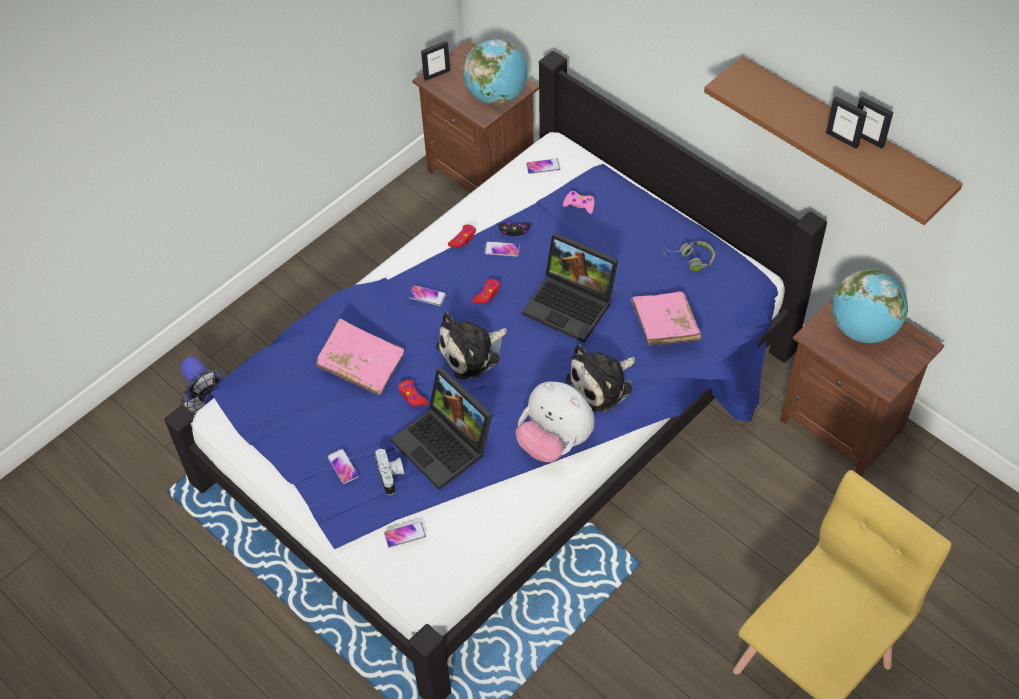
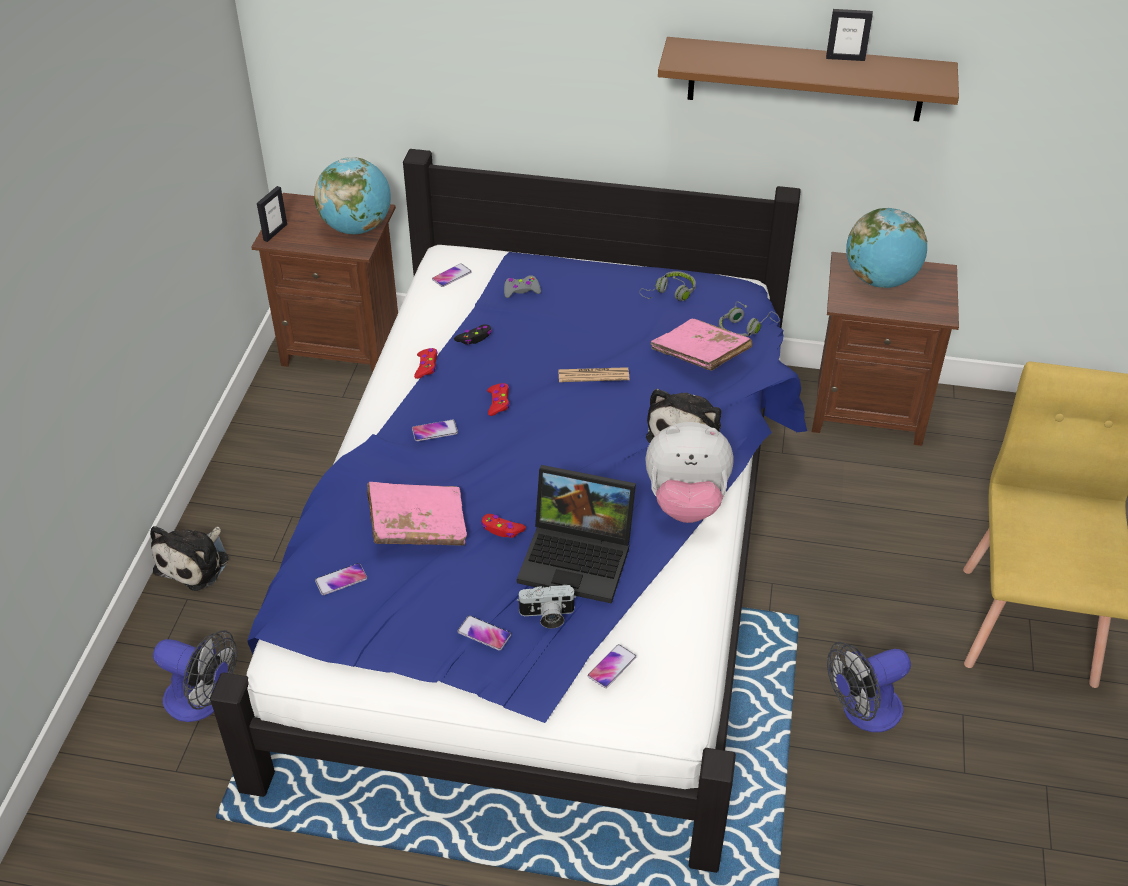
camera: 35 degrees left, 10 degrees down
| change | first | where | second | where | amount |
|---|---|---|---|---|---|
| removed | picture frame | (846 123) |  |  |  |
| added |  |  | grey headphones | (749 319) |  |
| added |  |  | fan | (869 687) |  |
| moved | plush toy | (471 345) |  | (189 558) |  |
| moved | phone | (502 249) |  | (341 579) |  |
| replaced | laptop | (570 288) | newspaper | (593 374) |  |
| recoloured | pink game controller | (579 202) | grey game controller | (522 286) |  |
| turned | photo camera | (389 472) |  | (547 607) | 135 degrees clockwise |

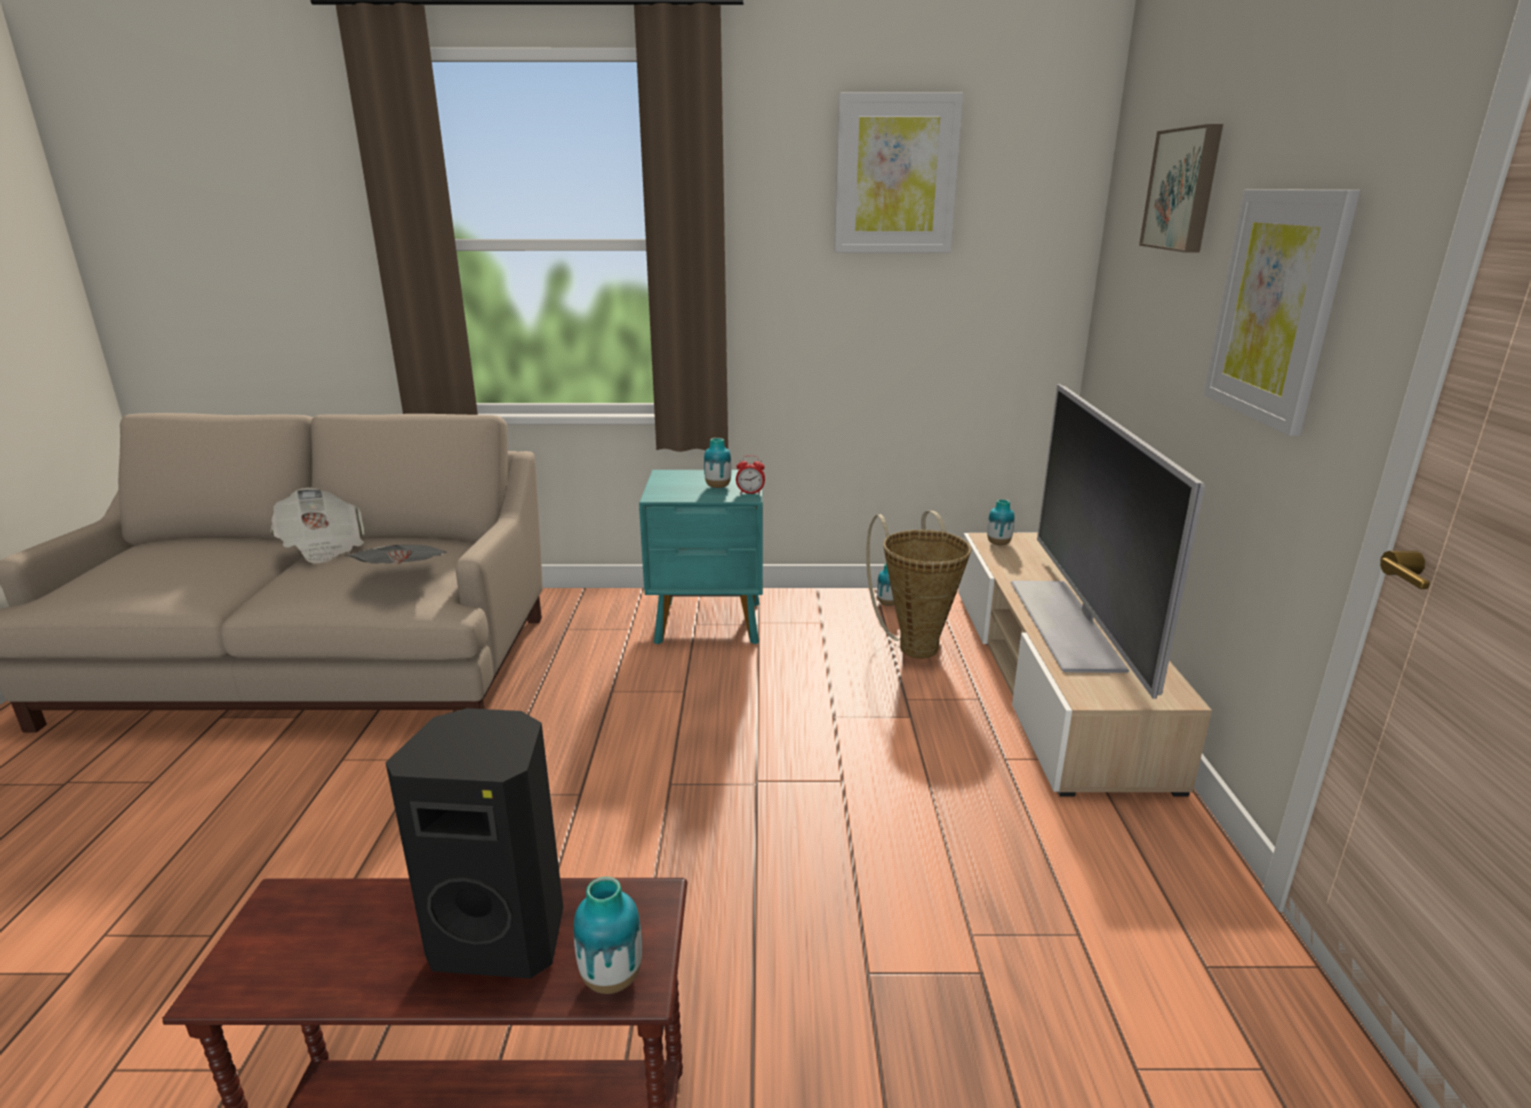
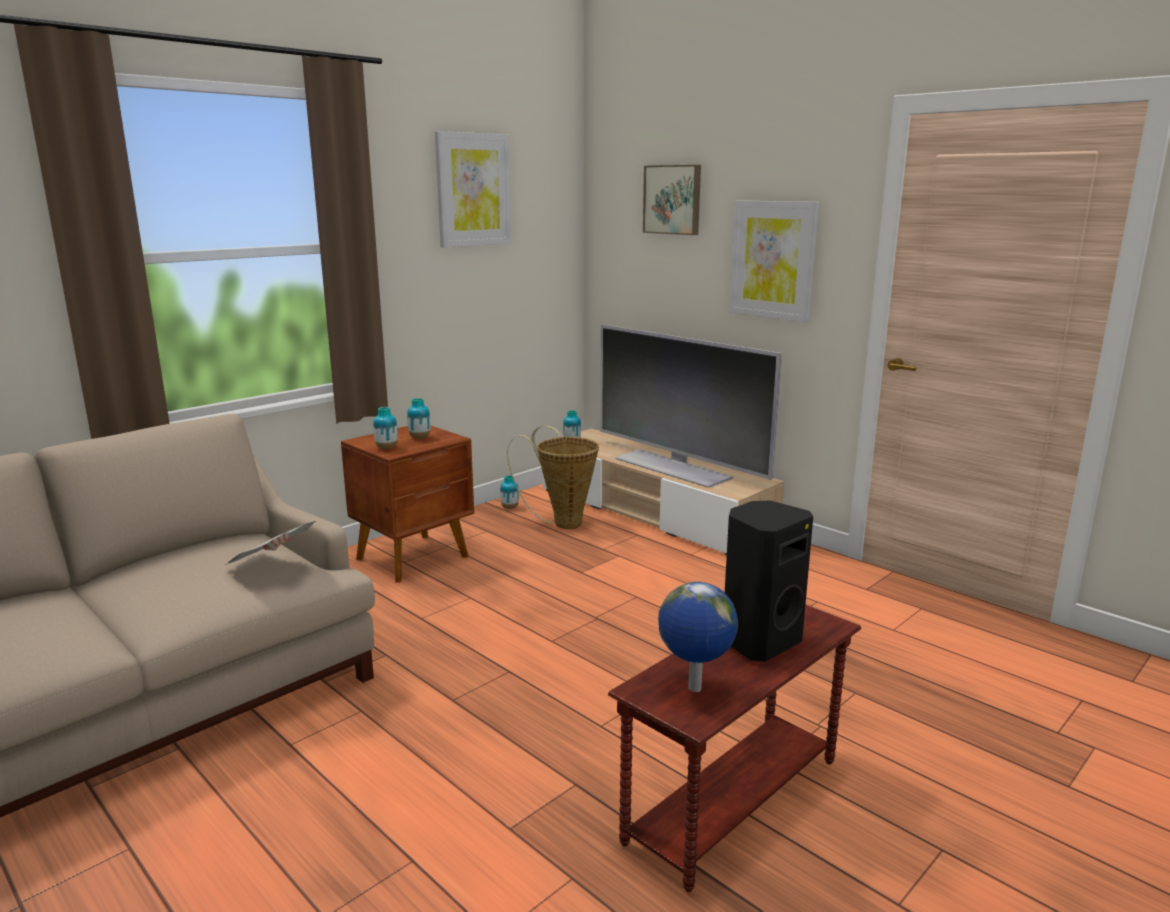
camera: 45 degrees left, 5 degrees down
| change | first | where | second | where | amount |
|---|---|---|---|---|---|
| removed | newspaper | (317 526) |  |  |  |
| removed | alarm clock | (750 474) |  |  |  |
| added |  |  | globe | (698 637) |  |
| moved | vase | (607 935) |  | (385 428) |  |
| recoloured | turquoise nightstand | (701 557) | brown nightstand | (407 504) |  |

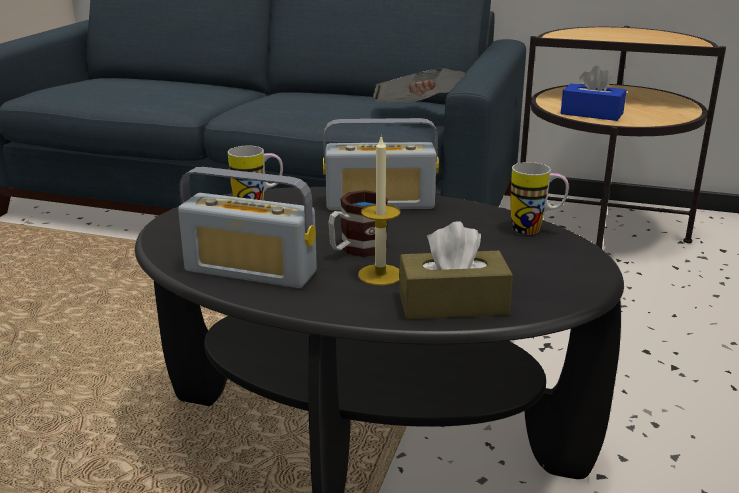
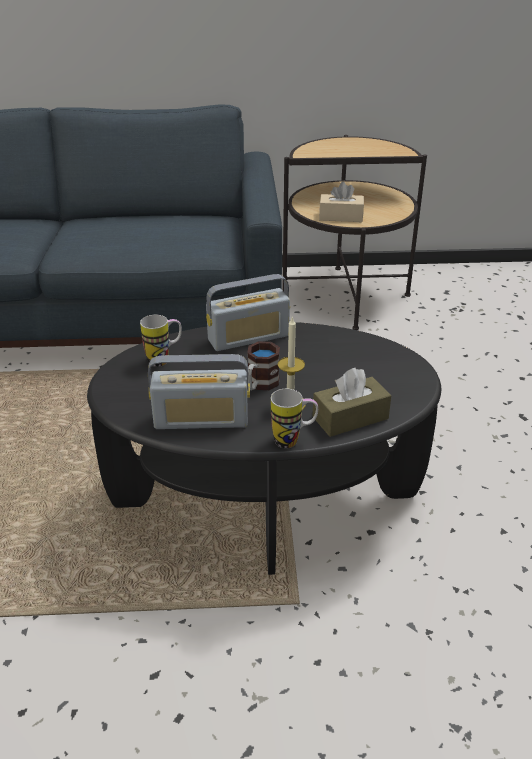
camera: 20 degrees left, 10 degrees up
| change | first | where | second | where | amount |
|---|---|---|---|---|---|
| removed | newspaper | (419 85) |  |  |  |
| moved | mug | (539 198) |  | (294 418) |  |
| recoloured | blue tissue box | (593 93) | beige tissue box | (341 202) |  |

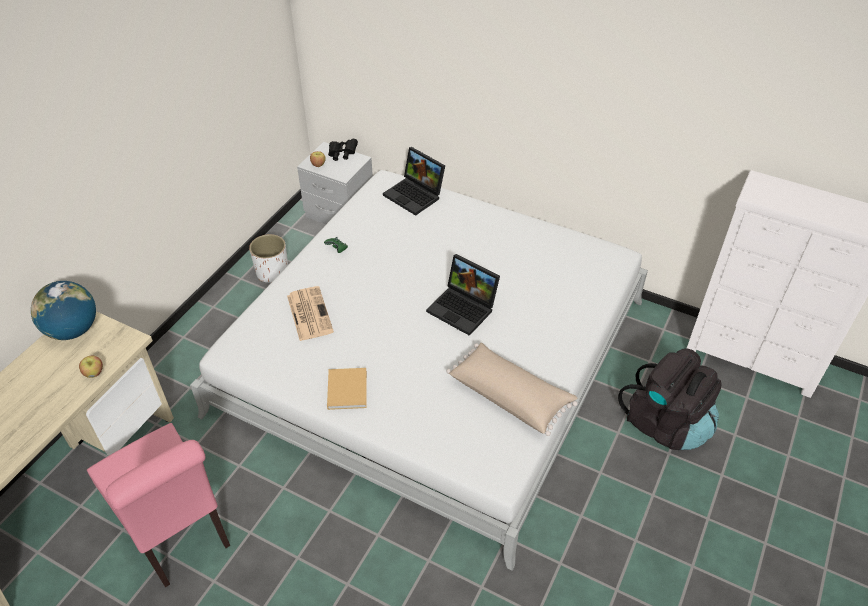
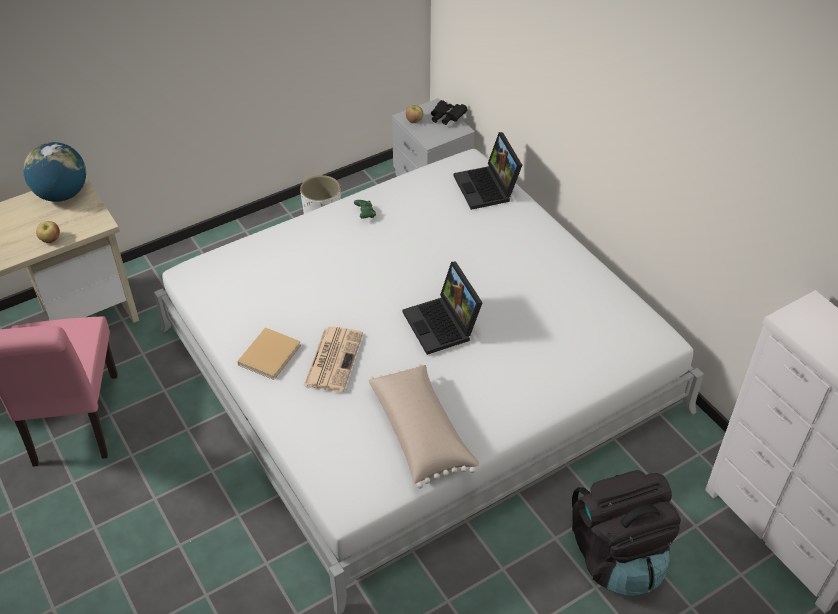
camera: 30 degrees right, 0 degrees up
| change | first | where | second | where | amount |
|---|---|---|---|---|---|
| moved | newspaper | (310 313) |  | (333 359) |  |

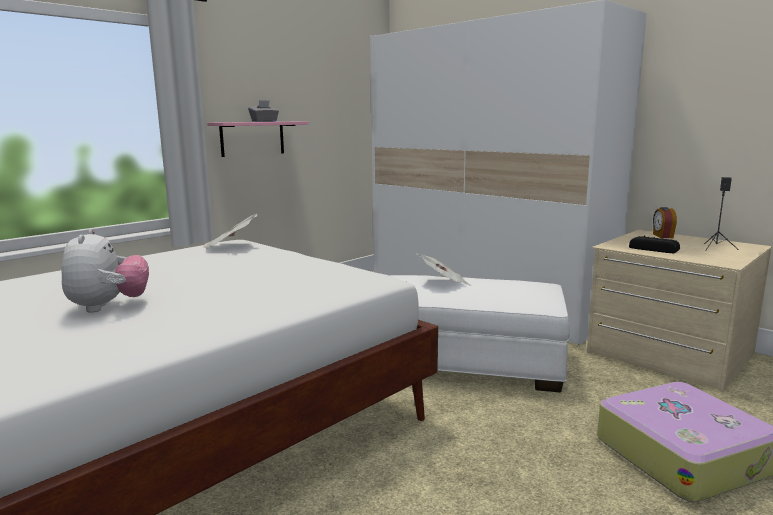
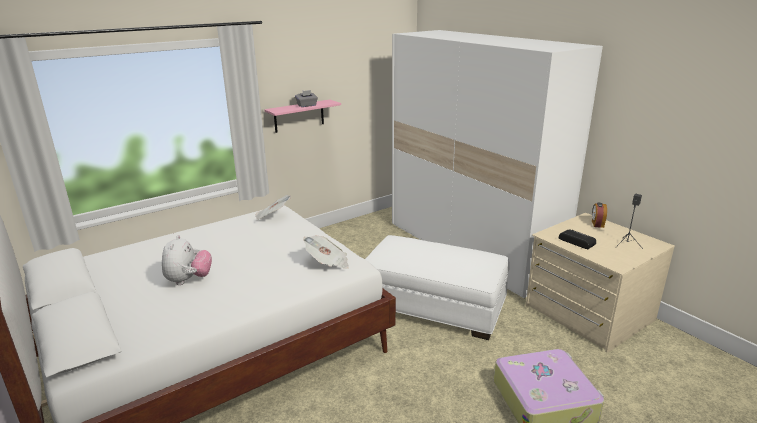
camera: 10 degrees right, 10 degrees up
| change | first | where | second | where | amount |
|---|---|---|---|---|---|
| moved | newspaper | (444 270) |  | (326 252) |  |

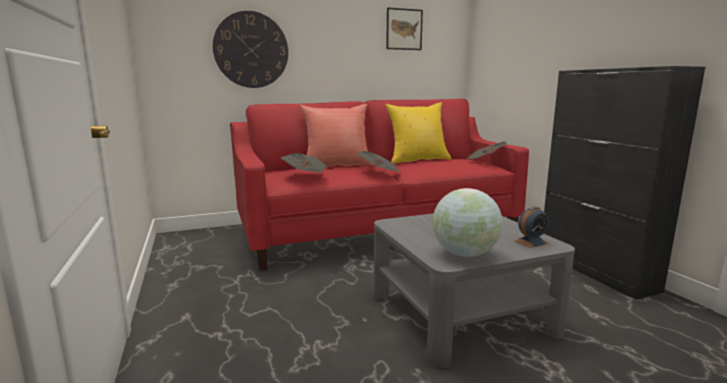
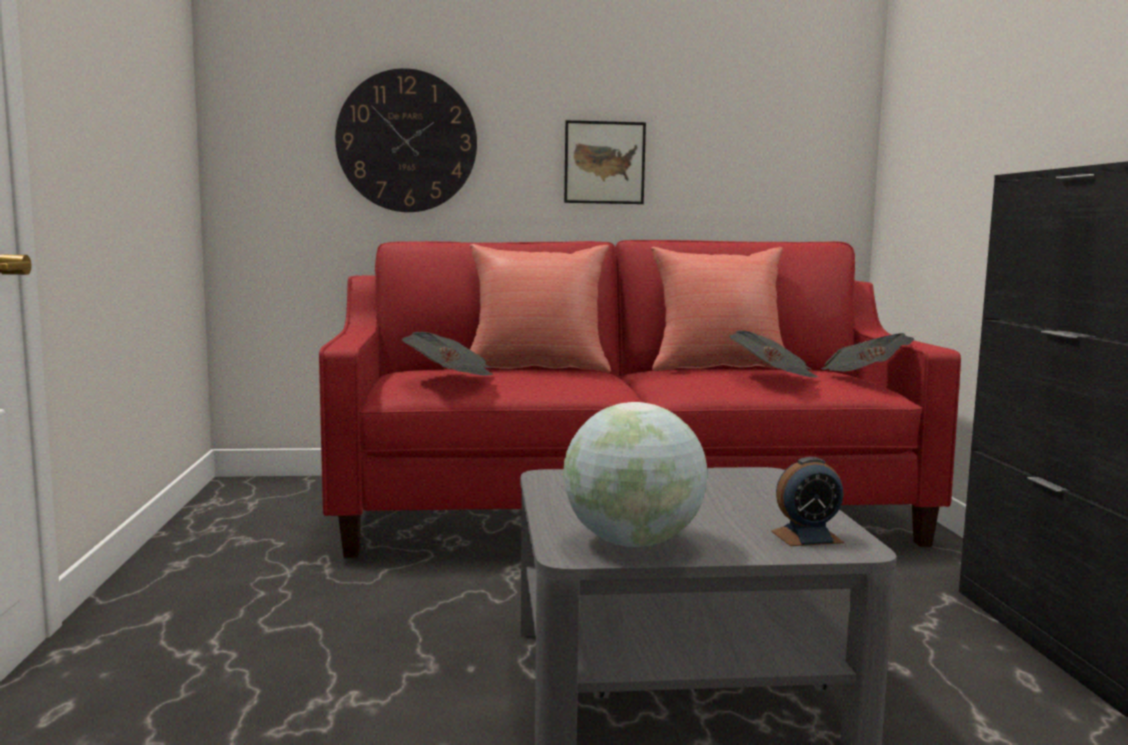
camera: 15 degrees right, 5 degrees down
| change | first | where | second | where | amount |
|---|---|---|---|---|---|
| moved | newspaper | (378 161) |  | (774 353) |  |
| moved | picture | (404 29) |  | (605 162) |  |
| recoloured | yellow pillow | (418 133) | red pillow | (718 309) |  |

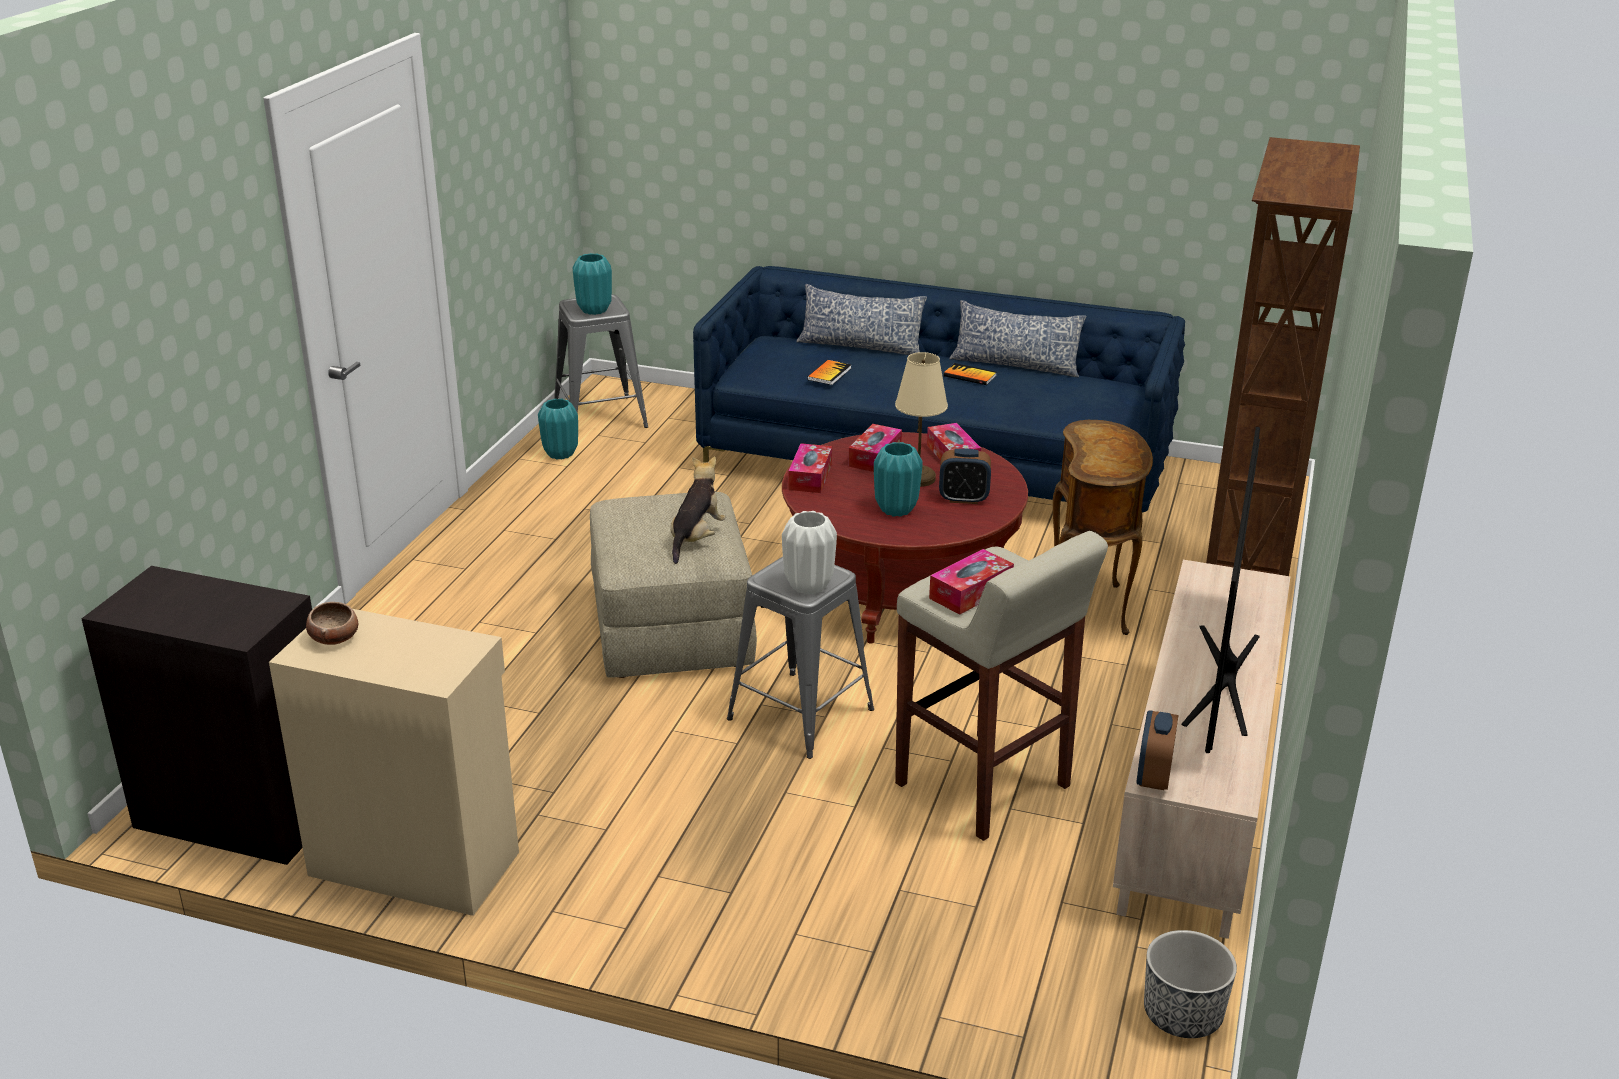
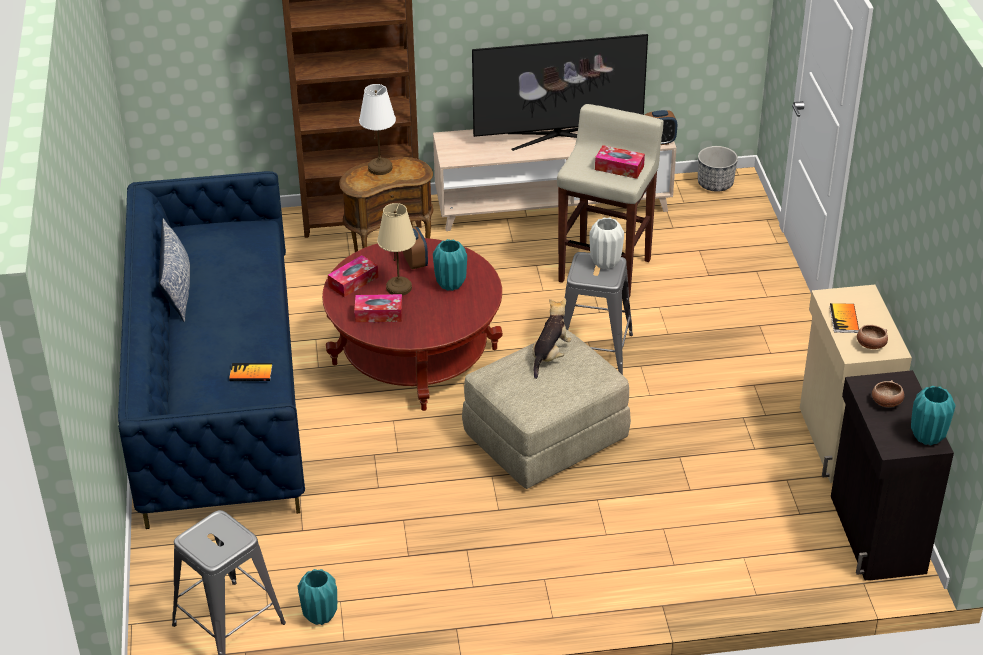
camera: 115 degrees left, 10 degrees up
| change | first | where | second | where | amount |
|---|---|---|---|---|---|
| removed | tissue box | (810 468) |  |  |  |
| removed | pillow | (861 319) |  |  |  |
| added |  |  | white table lamp | (377 129) |  |
| added |  |  | bowl | (888 393) |  |
| moved | turquoise vase | (592 284) |  | (933 415) |  |
| moved | book | (970 374) |  | (844 318) |  |
| turned | plush toy | (698 510) |  | (552 338) | 120 degrees clockwise |

